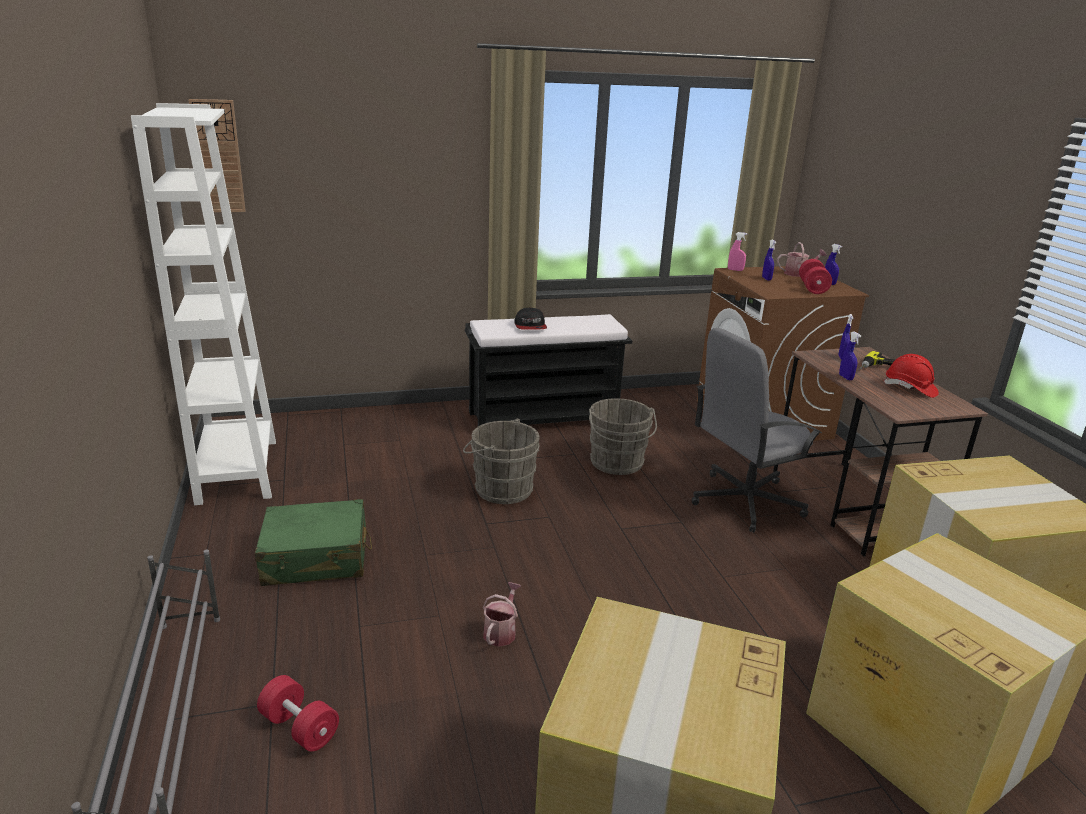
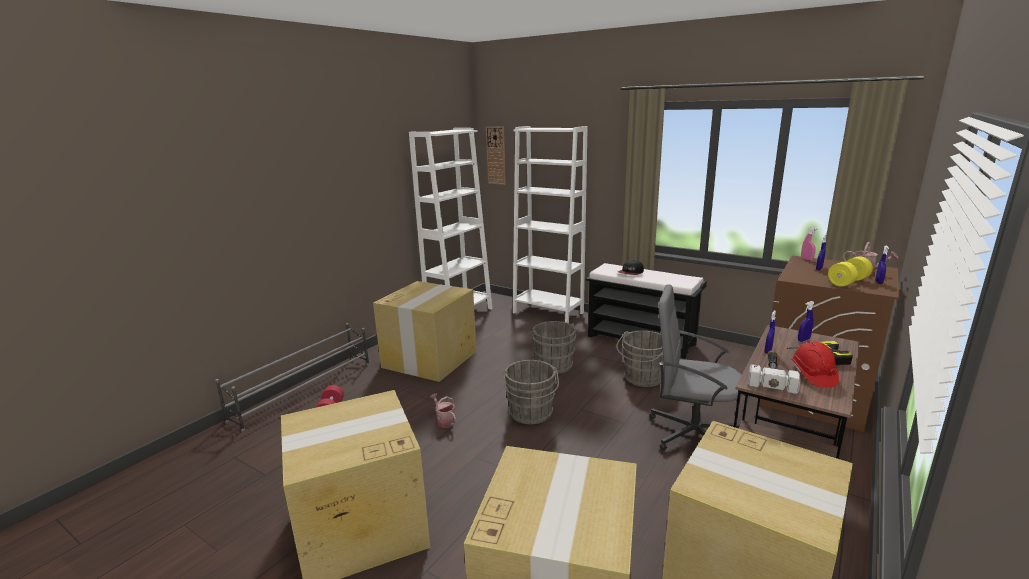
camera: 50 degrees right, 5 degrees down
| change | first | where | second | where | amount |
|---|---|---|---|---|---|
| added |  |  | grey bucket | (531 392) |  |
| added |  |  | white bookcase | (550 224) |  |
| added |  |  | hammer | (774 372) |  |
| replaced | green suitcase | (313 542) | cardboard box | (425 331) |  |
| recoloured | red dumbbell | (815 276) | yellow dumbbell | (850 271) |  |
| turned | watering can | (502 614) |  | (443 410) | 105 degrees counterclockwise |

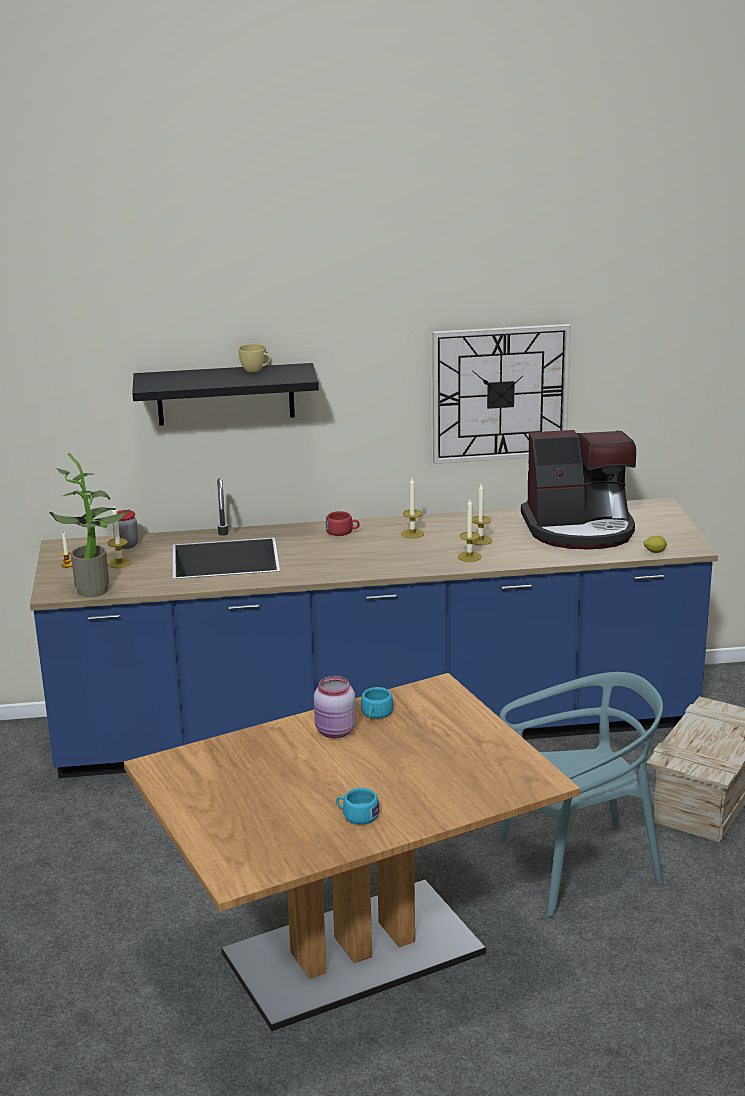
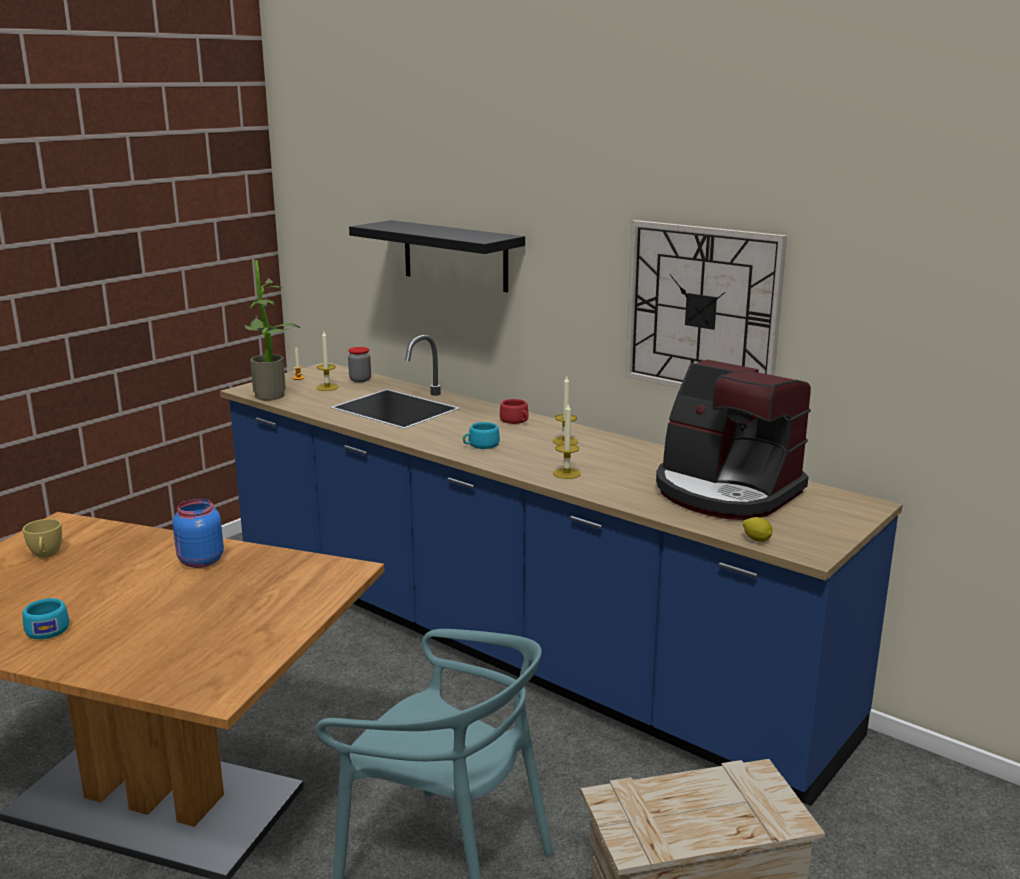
camera: 45 degrees right, 5 degrees down
| change | first | where | second | where | amount |
|---|---|---|---|---|---|
| removed | candle | (482 514) |  |  |  |
| moved | yellow cup | (254 358) |  | (42 538) |  |
| moved | turquoise cup | (377 703) |  | (481 435) |  |
| recoloured | pink jar | (335 707) | blue jar | (198 533) |  |

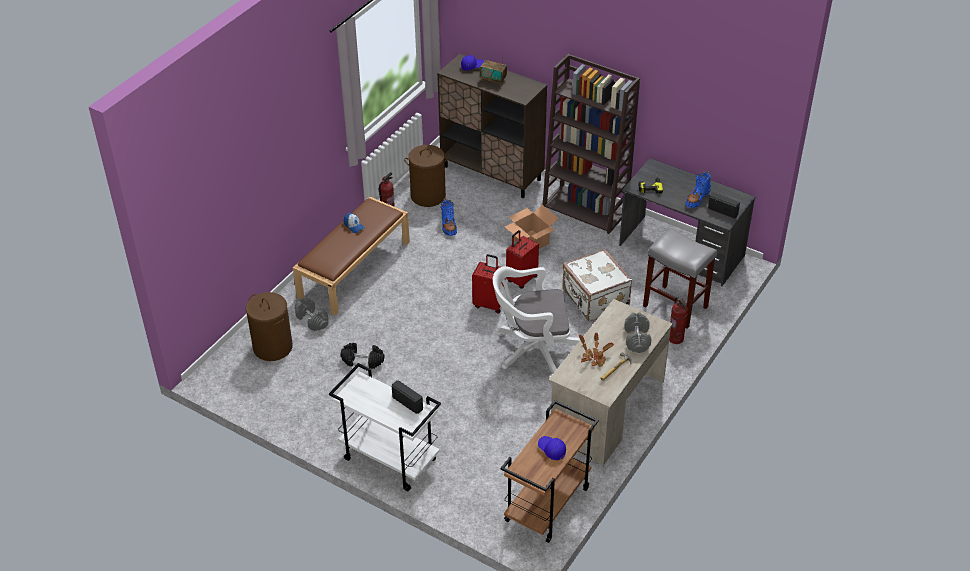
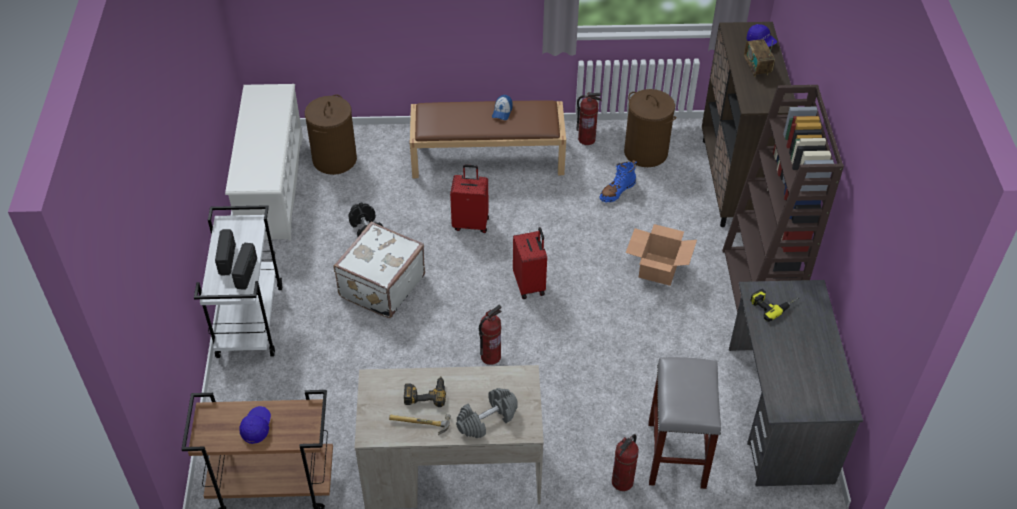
camera: 55 degrees right, 5 degrees up
| change | first | where | second | where | amount |
|---|---|---|---|---|---|
| removed | grey dumbbell | (312 314) |  |  |  |
| removed | blue boot | (698 189) |  |  |  |
| added |  |  | white shoe rack | (264 162) |  |
| moved | red suitcase | (522 259) |  | (469 198) |  |
| moved | white suitcase | (597 285) |  | (379 270) |  |
| moved | radio | (724 205) |  | (225 252) |  |
| replaced | white office chair | (536 322) | fire extinguisher | (490 335) |  |
| replaced | potted plant | (596 350) | power drill | (425 391) |  |

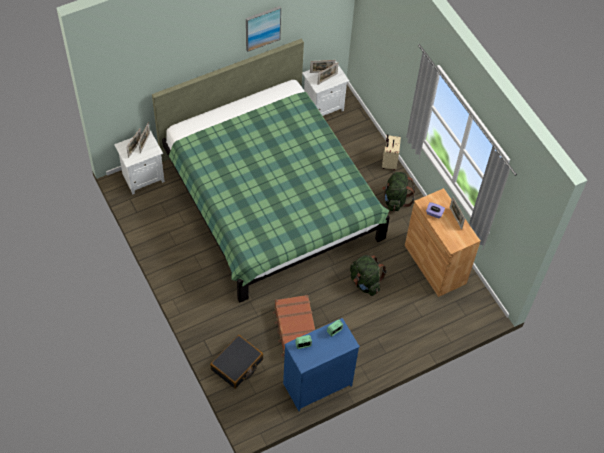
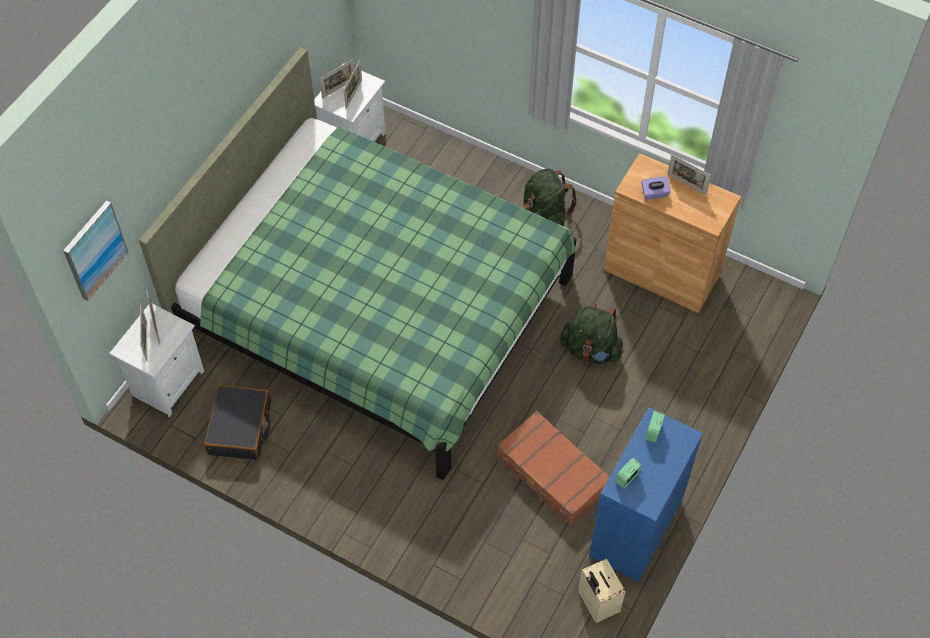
camera: 30 degrees left, 0 degrees up
| change | first | where | second | where | amount |
|---|---|---|---|---|---|
| moved | black suitcase | (236 362) |  | (237 422) |  |
| moved | picture | (263 29) |  | (96 250) |  |
| moved | beige suitcase | (391 152) |  | (601 591) |  |

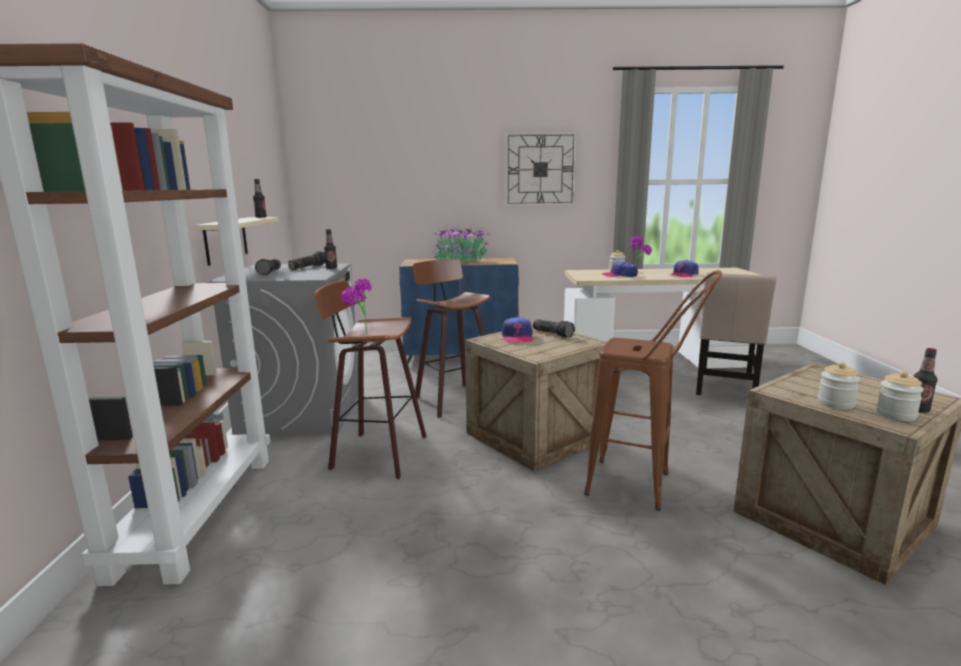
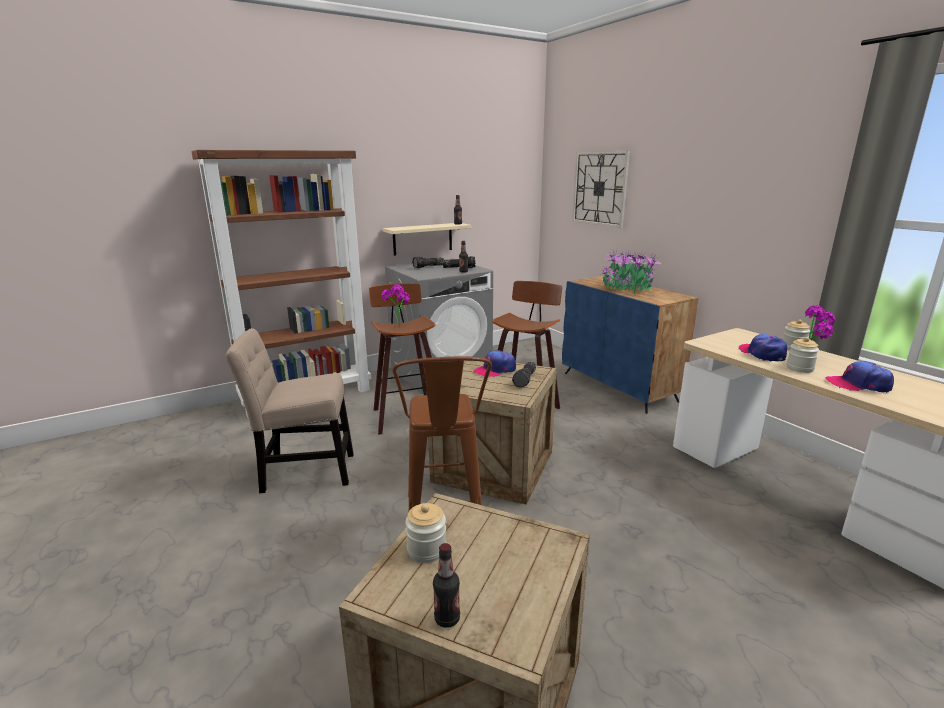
camera: 60 degrees right, 5 degrees up
| change | first | where | second | where | amount |
|---|---|---|---|---|---|
| moved | wall clock | (541 169) |  | (601 189) |  |
| moved | beige chair | (736 334) |  | (290 410) |  |
| moved | jar | (900 396) |  | (802 355) |  |

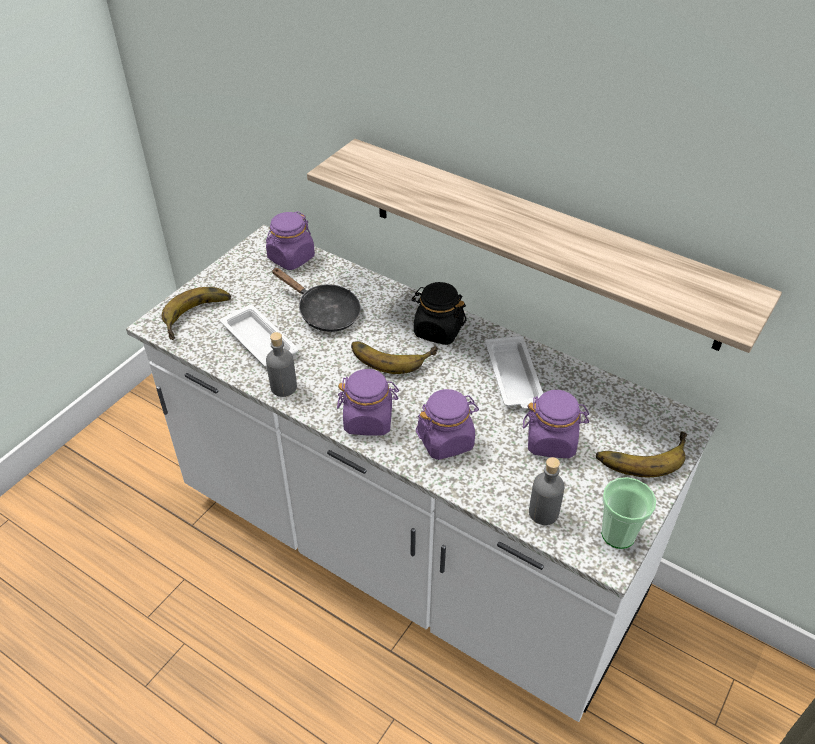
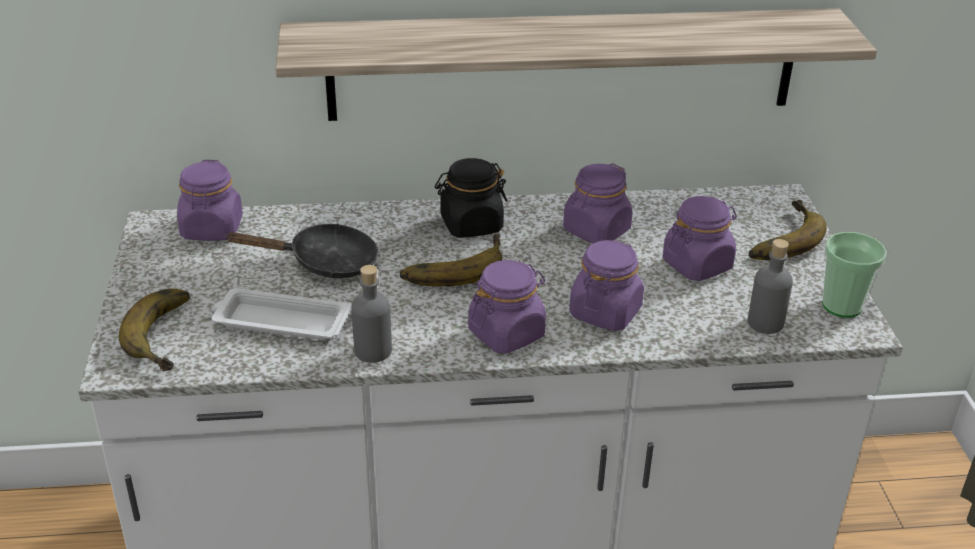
camera: 40 degrees left, 10 degrees down
| change | first | where | second | where | amount |
|---|---|---|---|---|---|
| replaced | white tray | (514 372) | purple jar | (598 203) |  |

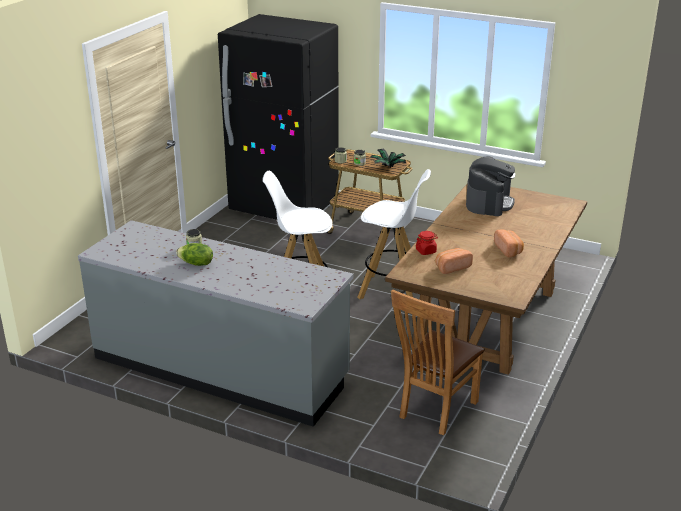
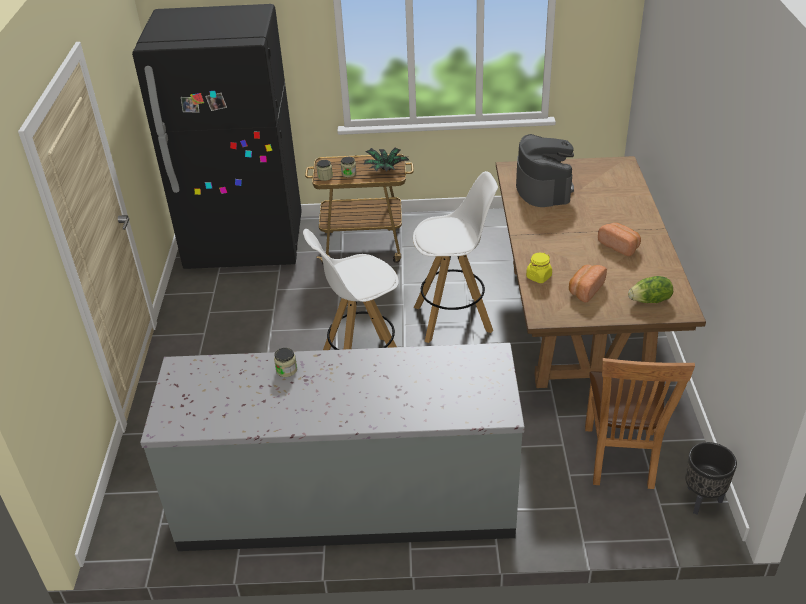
camera: 25 degrees left, 10 degrees up
| change | first | where | second | where | amount |
|---|---|---|---|---|---|
| added |  |  | black planter | (711 478) |  |
| moved | lettuce | (194 254) |  | (650 289) |  |
| recoloured | red jar | (427 243) | yellow jar | (539 268) |  |

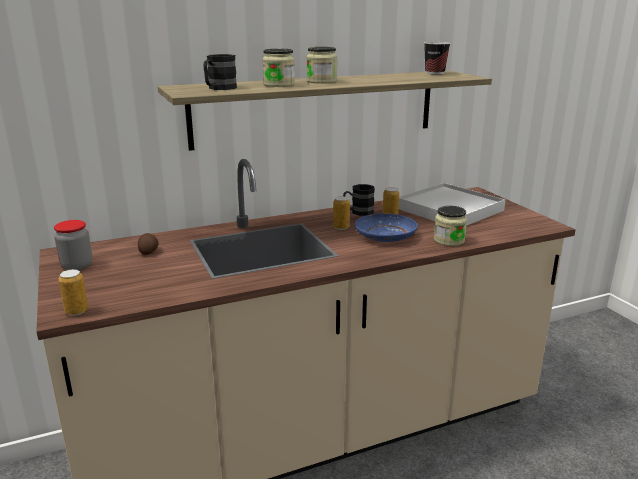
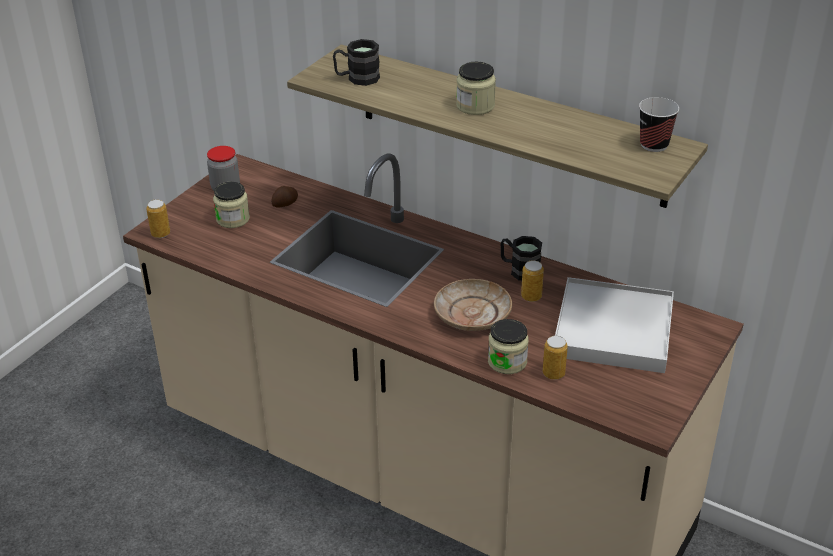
camera: 55 degrees right, 15 degrees up
| change | first | where | second | where | amount |
|---|---|---|---|---|---|
| moved | jar | (278 68) |  | (231 205) |  |
| moved | can | (341 213) |  | (555 358) |  |
| recoloured | blue plate | (386 227) | beige plate | (473 305) |  |

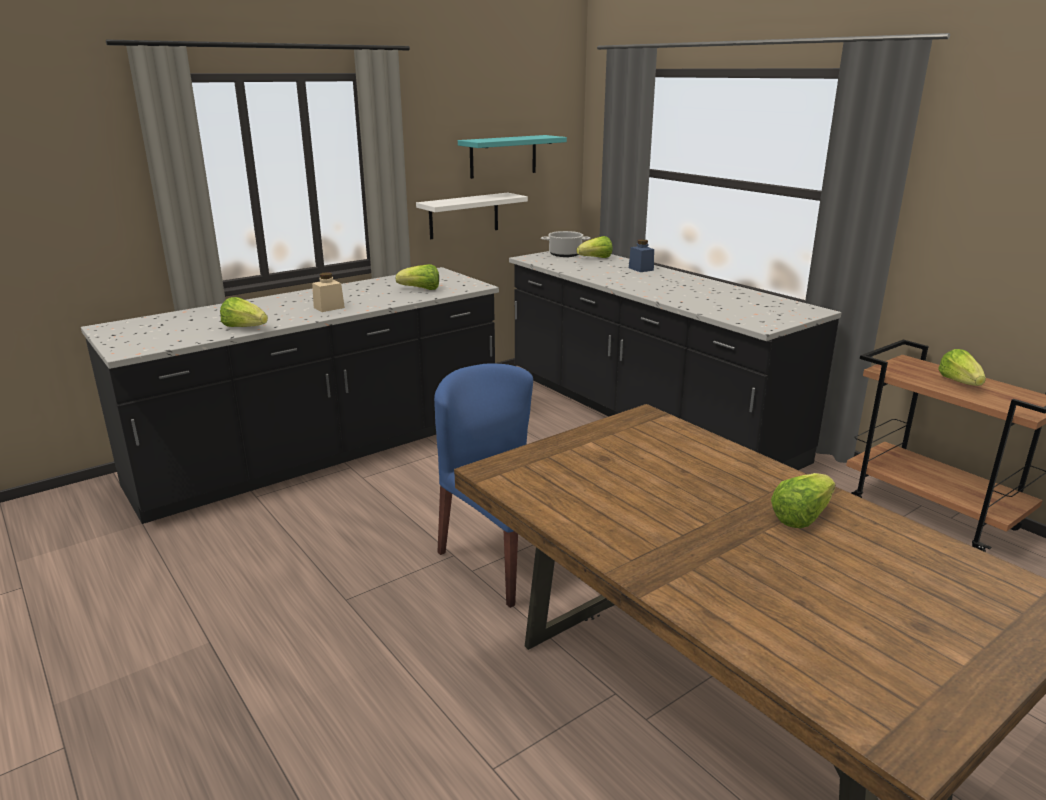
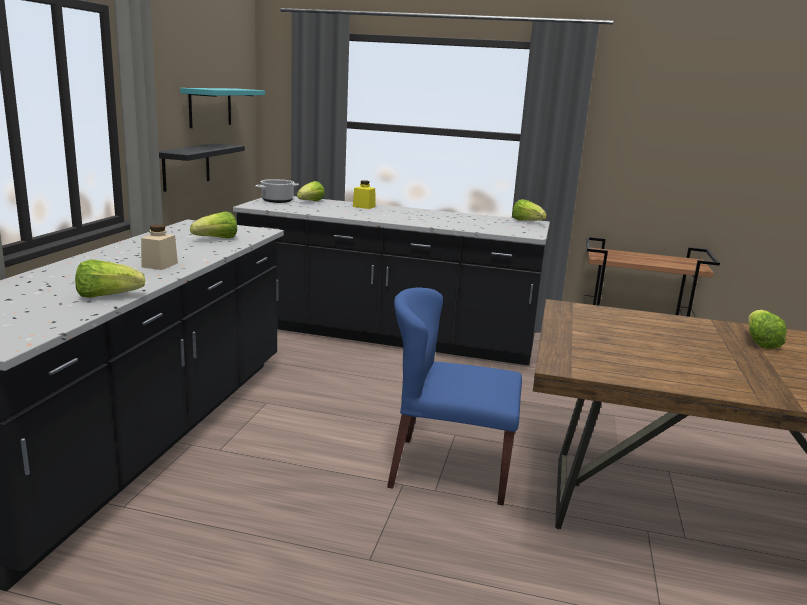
camera: 40 degrees left, 5 degrees down
| change | first | where | second | where | amount |
|---|---|---|---|---|---|
| moved | lettuce | (962 367) |  | (529 210) |  |
| recoloured | white shelf | (472 216) | black shelf | (202 167) |  |
| recoloured | blue jar | (641 255) | yellow jar | (364 194) |  |

